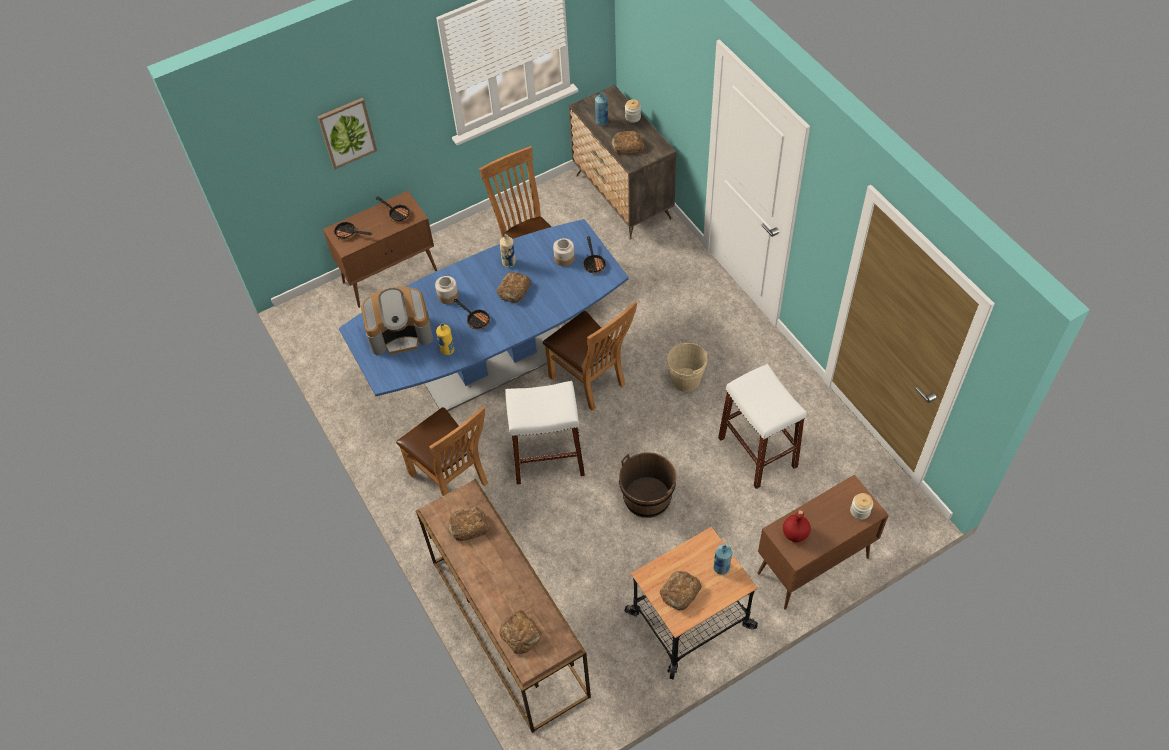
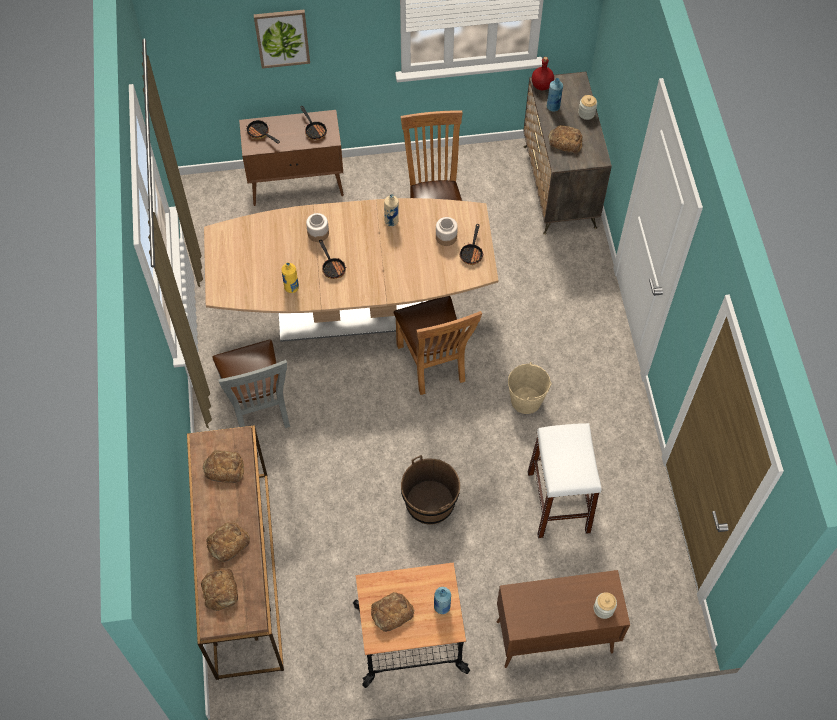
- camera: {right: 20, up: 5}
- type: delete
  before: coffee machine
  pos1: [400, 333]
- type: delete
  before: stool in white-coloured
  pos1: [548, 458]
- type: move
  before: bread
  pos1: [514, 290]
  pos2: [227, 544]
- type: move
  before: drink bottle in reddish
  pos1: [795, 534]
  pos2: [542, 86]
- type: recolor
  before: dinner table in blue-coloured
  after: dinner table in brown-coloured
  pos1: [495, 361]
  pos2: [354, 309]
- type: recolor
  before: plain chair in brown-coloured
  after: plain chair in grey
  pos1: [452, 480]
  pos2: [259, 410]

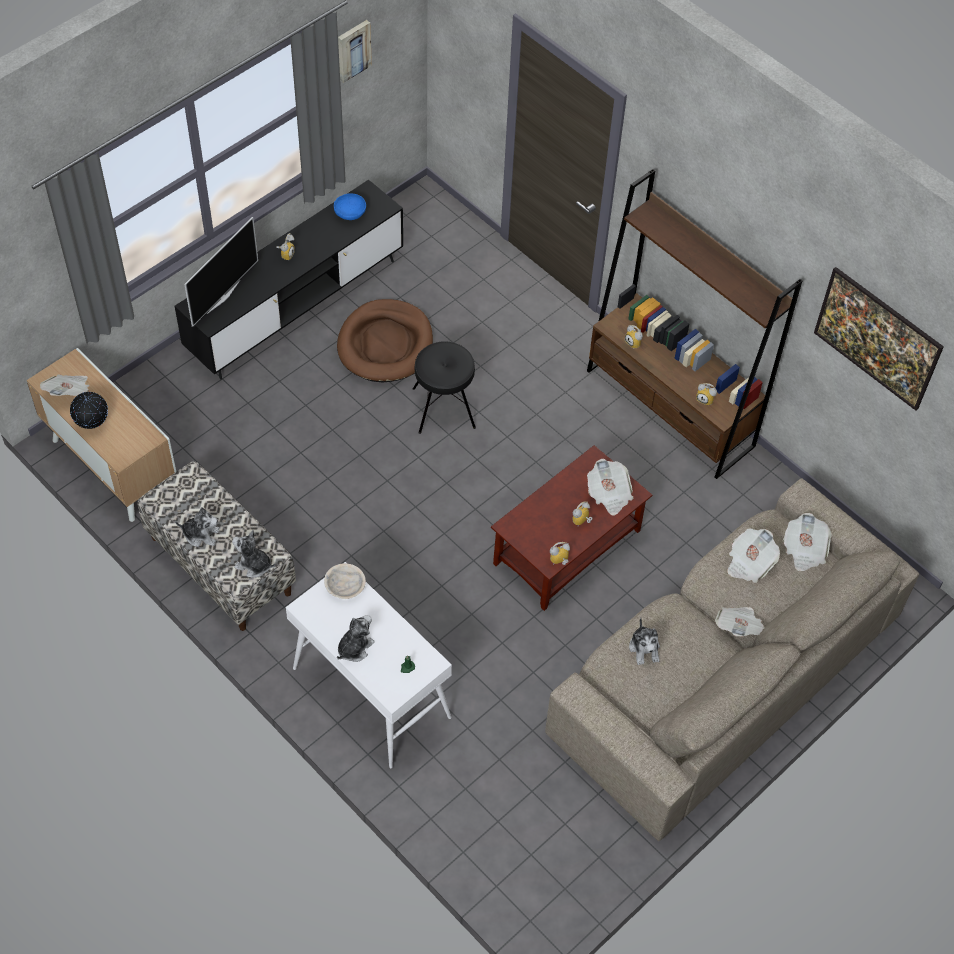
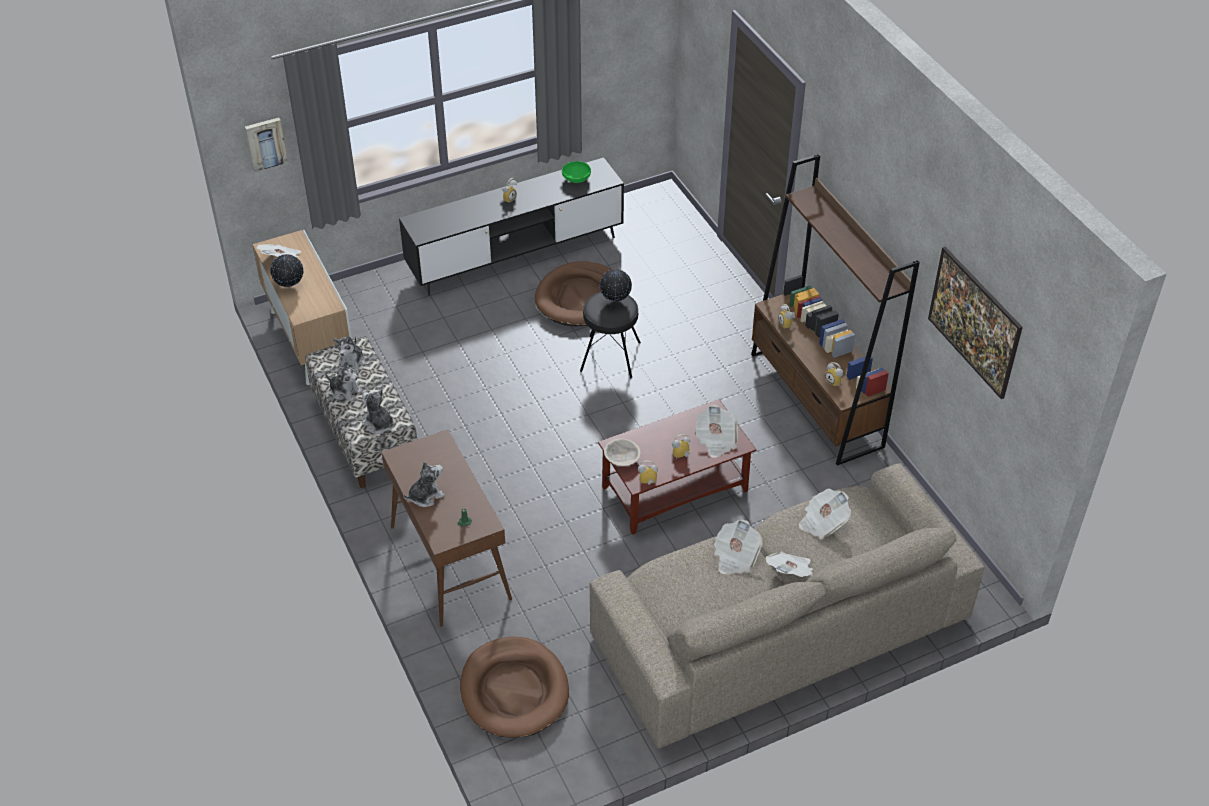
- camera: {right: 20, up: -10}
- type: delete
  before: TV set
  pos1: [222, 296]
- type: insert
  after: dog cushion in brown-coloured
  pos2: [514, 690]
- type: insert
  after: desk globe
  pos2: [615, 300]
- type: move
  before: serving bowl in beige-coloured
  pos1: [345, 586]
  pos2: [621, 459]
- type: move
  before: wall art
  pos1: [353, 50]
  pos2: [265, 143]
- type: move
  before: cuddly toy
  pos1: [644, 648]
  pos2: [352, 363]
- type: move
  before: printed paper
  pos1: [804, 550]
  pos2: [735, 557]
- type: recolor
  before: narrow table in white-coloured
  after: narrow table in brown-coloured
  pos1: [370, 693]
  pos2: [449, 562]
- type: recolor
  before: serving bowl in blue-coloured
  after: serving bowl in greenish
  pos1: [350, 214]
  pos2: [576, 179]

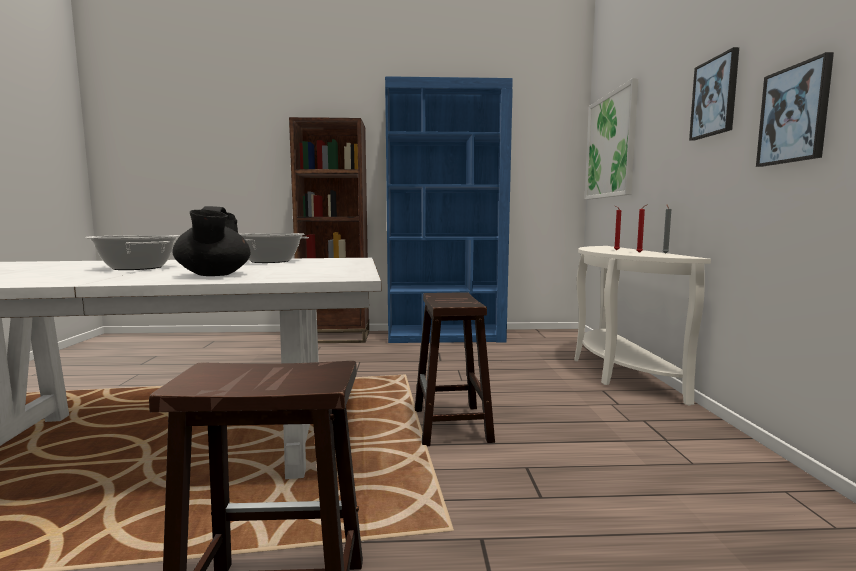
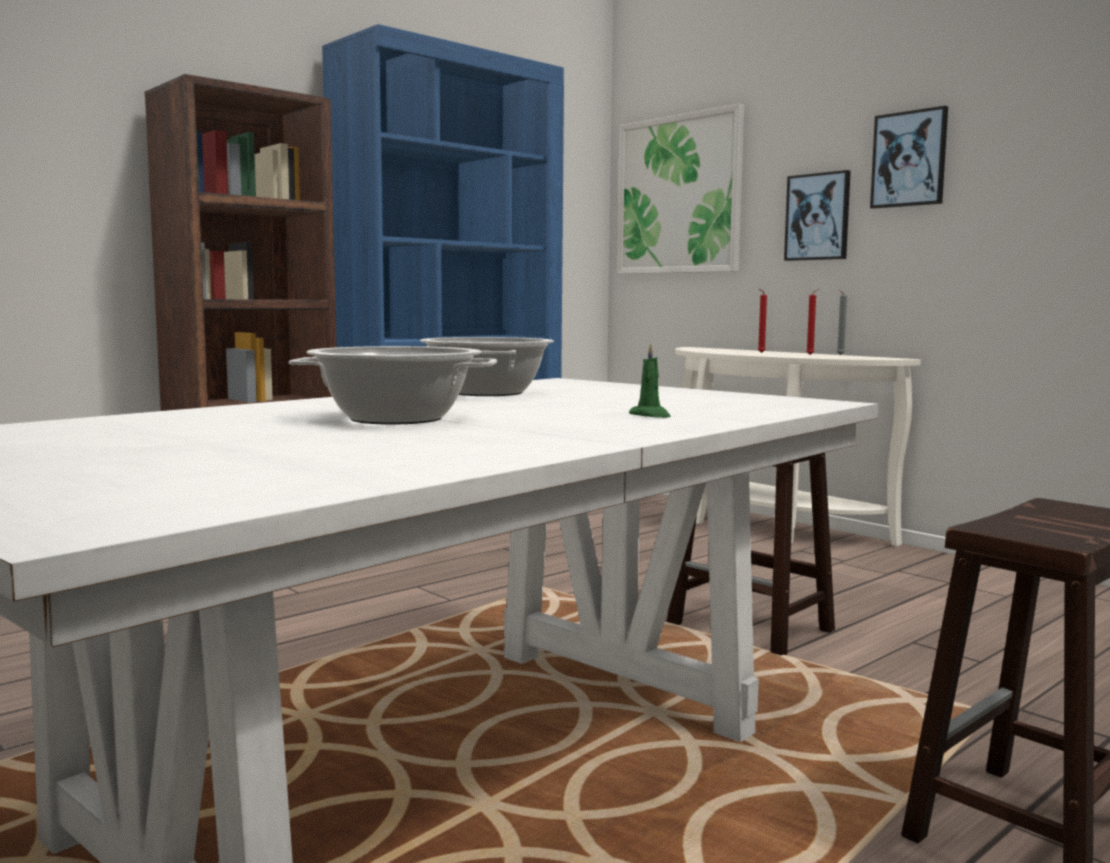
- camera: {right: -40, up: 0}
- type: move
  before: wall art
  pos1: [794, 114]
  pos2: [818, 217]
- type: replace
  before: teapot in black
  after: wax candle in greenish
  pos1: [214, 275]
  pos2: [650, 415]

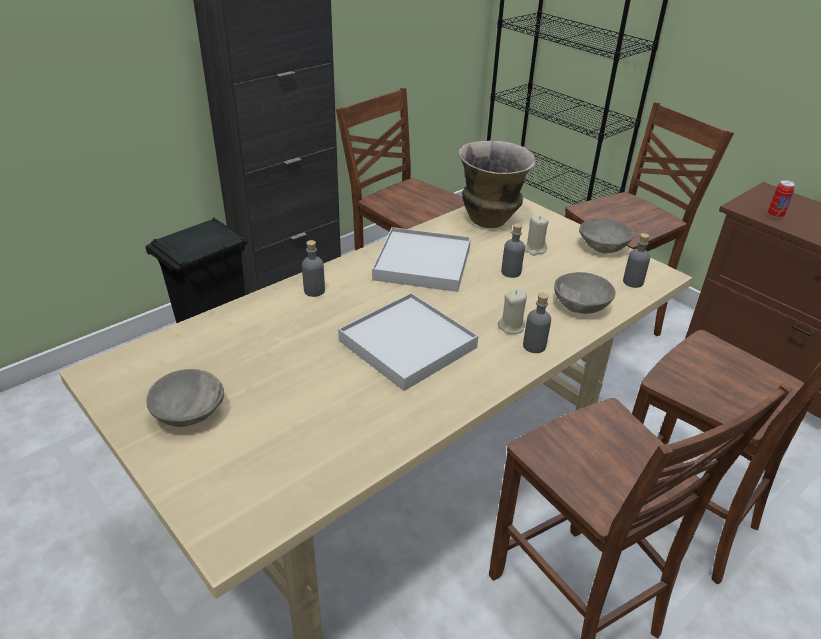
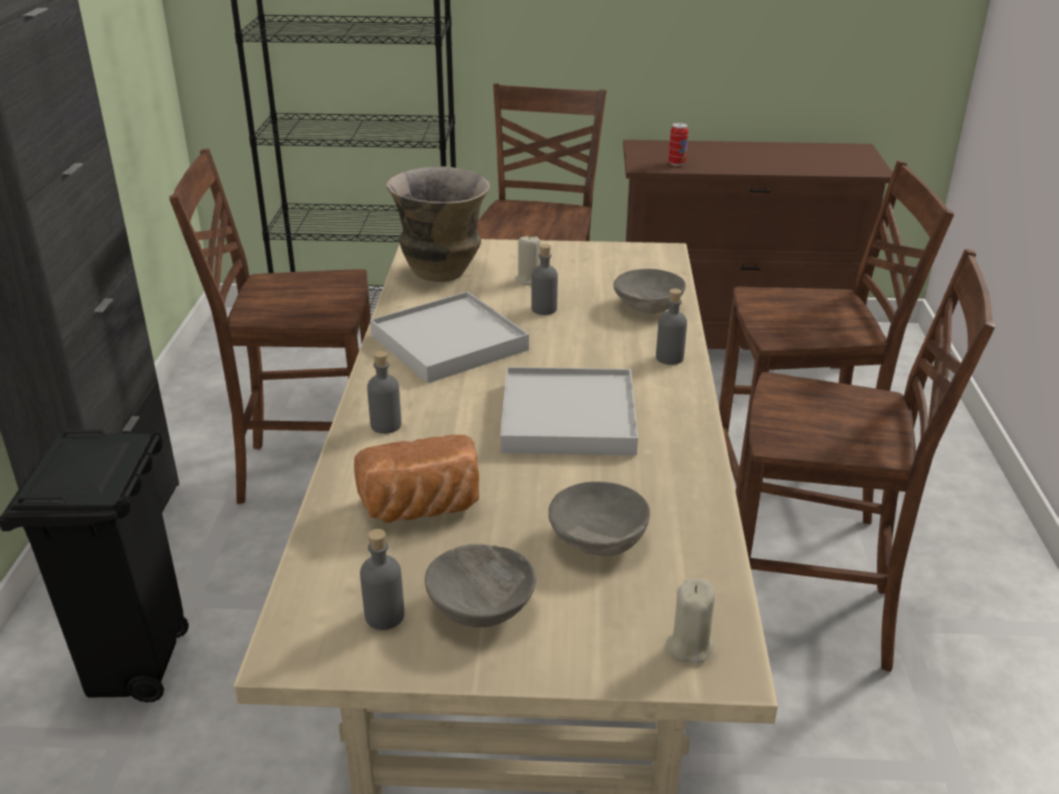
- camera: {right: -45, up: -5}
- type: insert
  after: bread
  pos2: [422, 509]
- type: move
  before: wax candle in beige-coloured
  pos1: [511, 327]
  pos2: [689, 646]
- type: move
  before: serving bowl in grey
  pos1: [603, 247]
  pos2: [599, 540]
- type: move
  before: drink bottle in grey
  pos1: [633, 282]
  pos2: [384, 616]

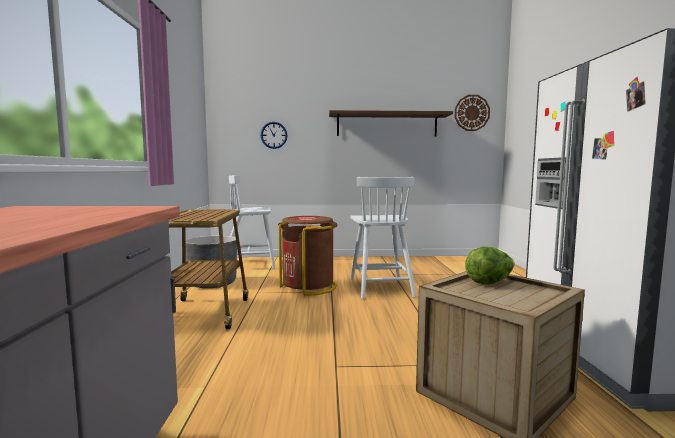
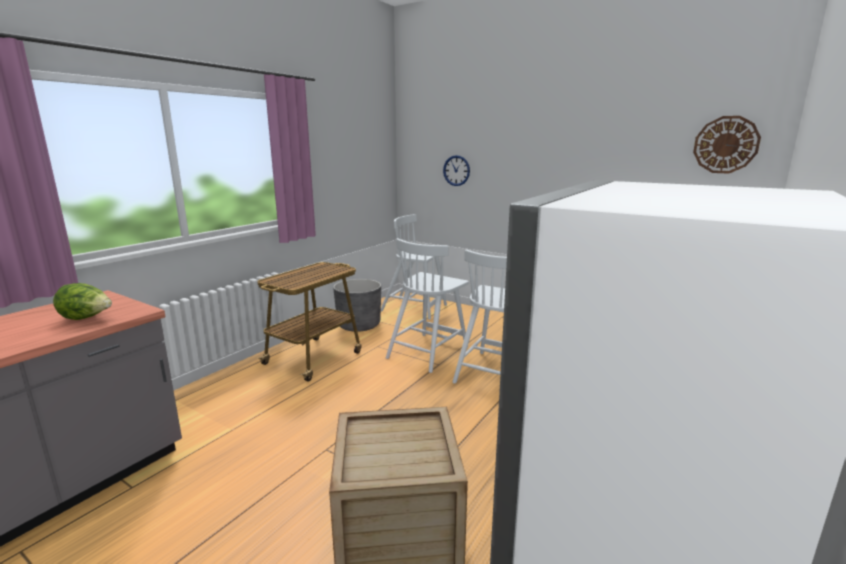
- camera: {right: 35, up: 10}
- type: delete
  before: shelf
  pos1: [387, 125]
- type: move
  before: lettuce head
  pos1: [489, 282]
  pos2: [87, 318]
- type: replace
  before: trash can in brown-coloured
  after: plain chair in white-coloured
  pos1: [309, 286]
  pos2: [428, 351]

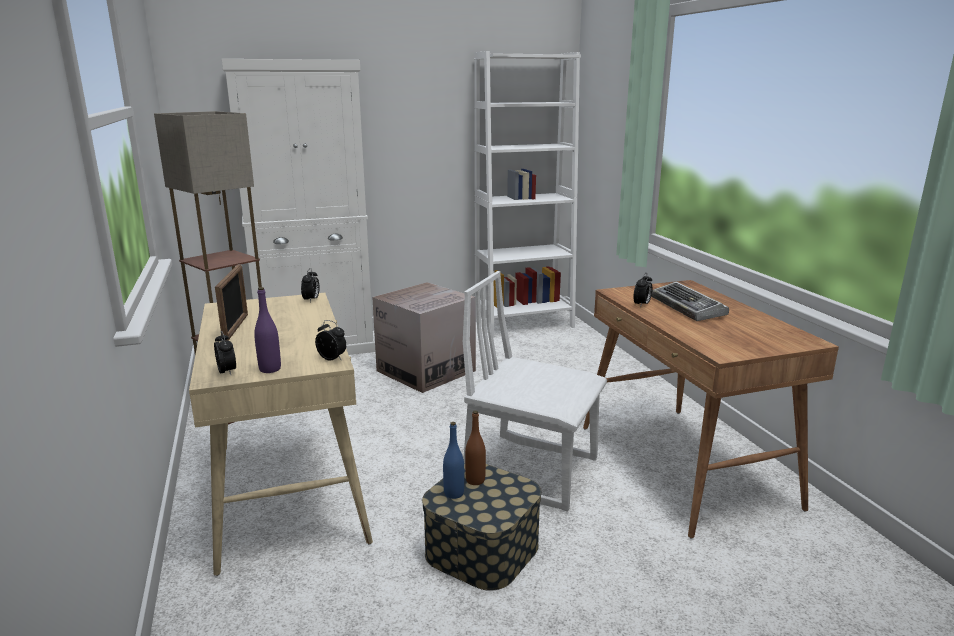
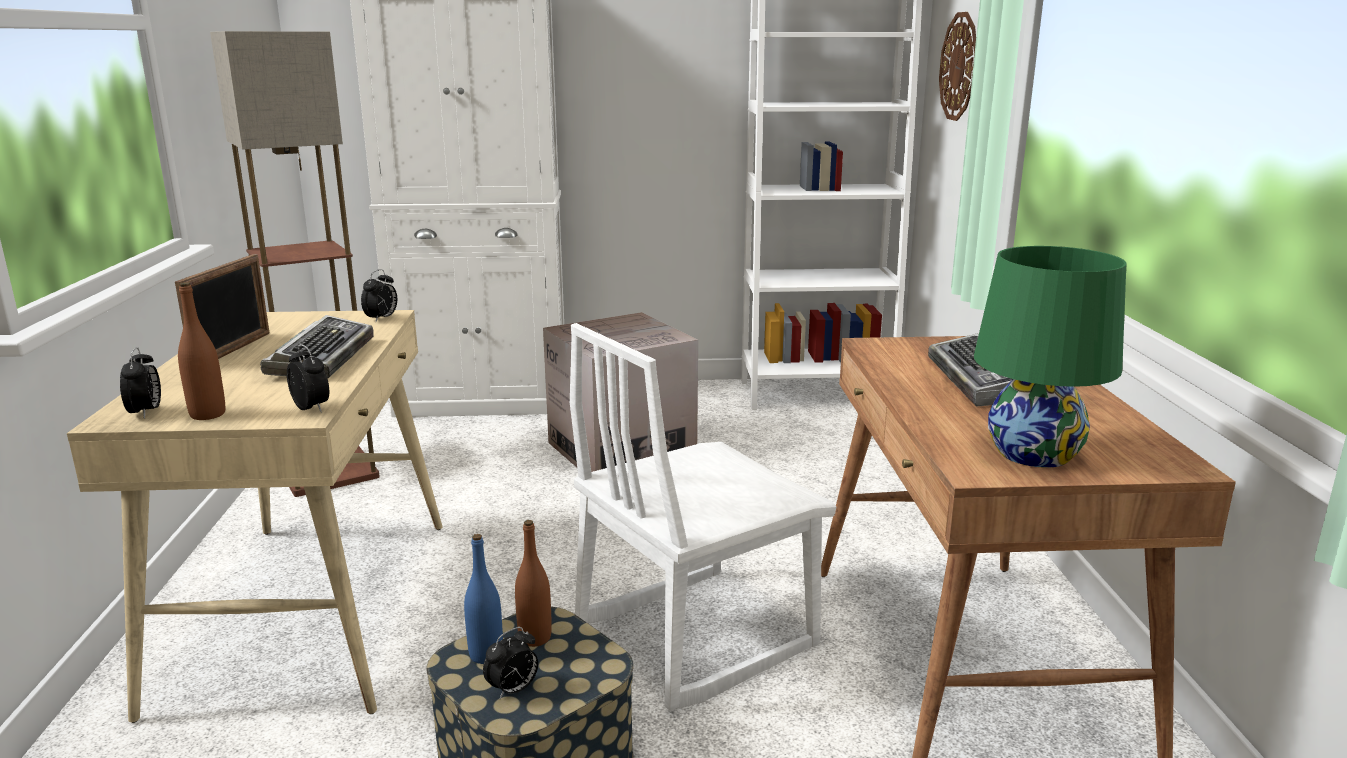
- camera: {right: 15, up: 0}
- type: insert
  after: PC keyboard
  pos2: [322, 358]
- type: insert
  after: wall clock
  pos2: [959, 66]
- type: insert
  after: tabletop lamp in greenish
  pos2: [1034, 453]
- type: move
  before: bedside clock
  pos1: [642, 305]
  pos2: [513, 690]
- type: recolor
  before: drink bottle in purple
  after: drink bottle in brown-coloured
  pos1: [270, 369]
  pos2: [208, 414]
- type: rotate
  before: plain chair in white-coloured
  pos1: [532, 471]
  pos2: [694, 634]
  turn: -75

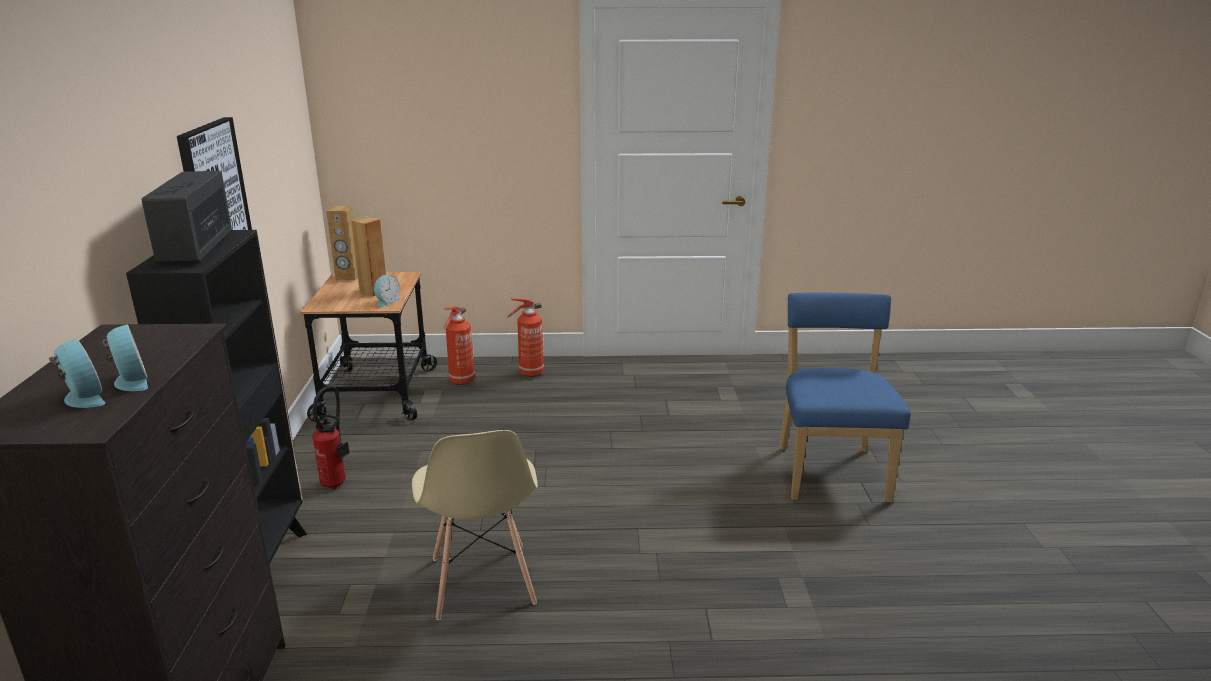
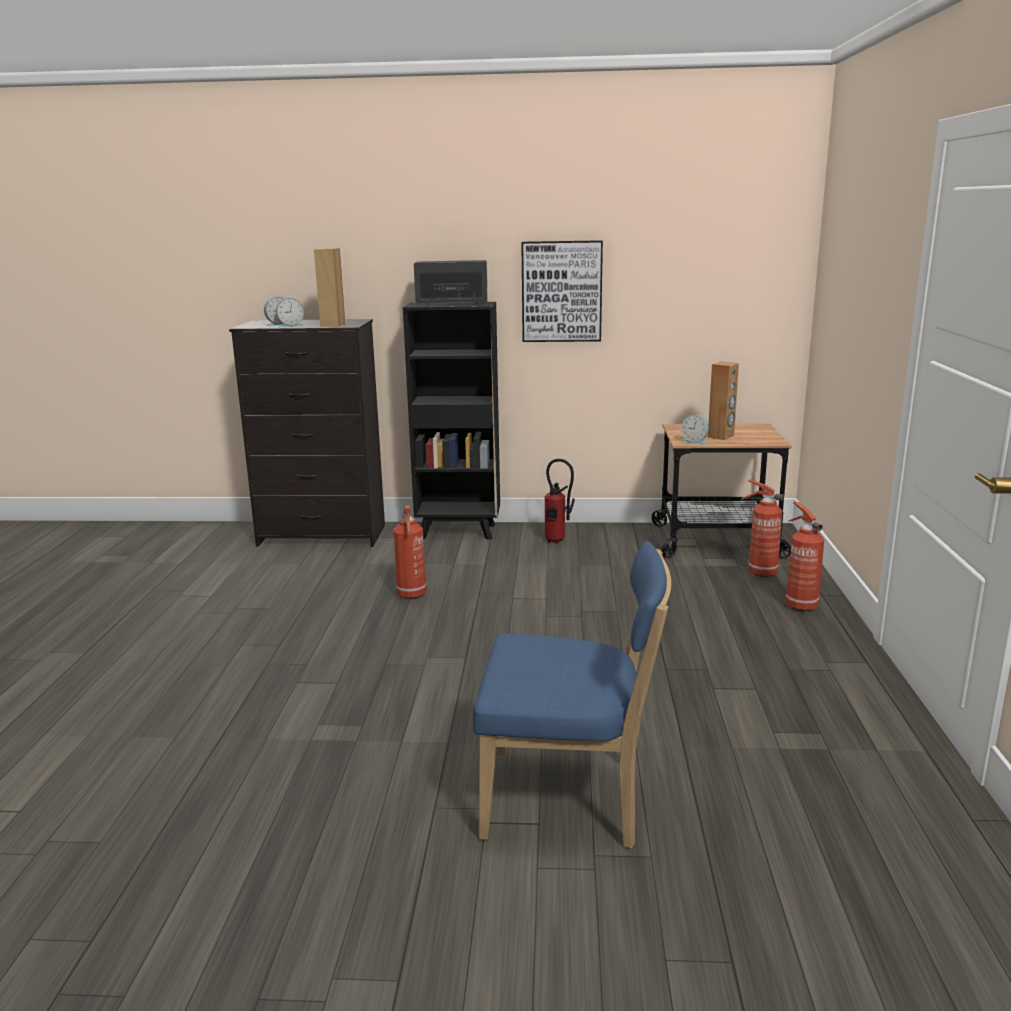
- camera: {right: 95, up: -5}
- type: move
  before: loudspeaker in brown-coloured
  pos1: [348, 277]
  pos2: [332, 325]
- type: replace
  before: plain chair in beige-coloured
  after: fire-fighting cylinder
  pos1: [482, 582]
  pos2: [411, 595]

